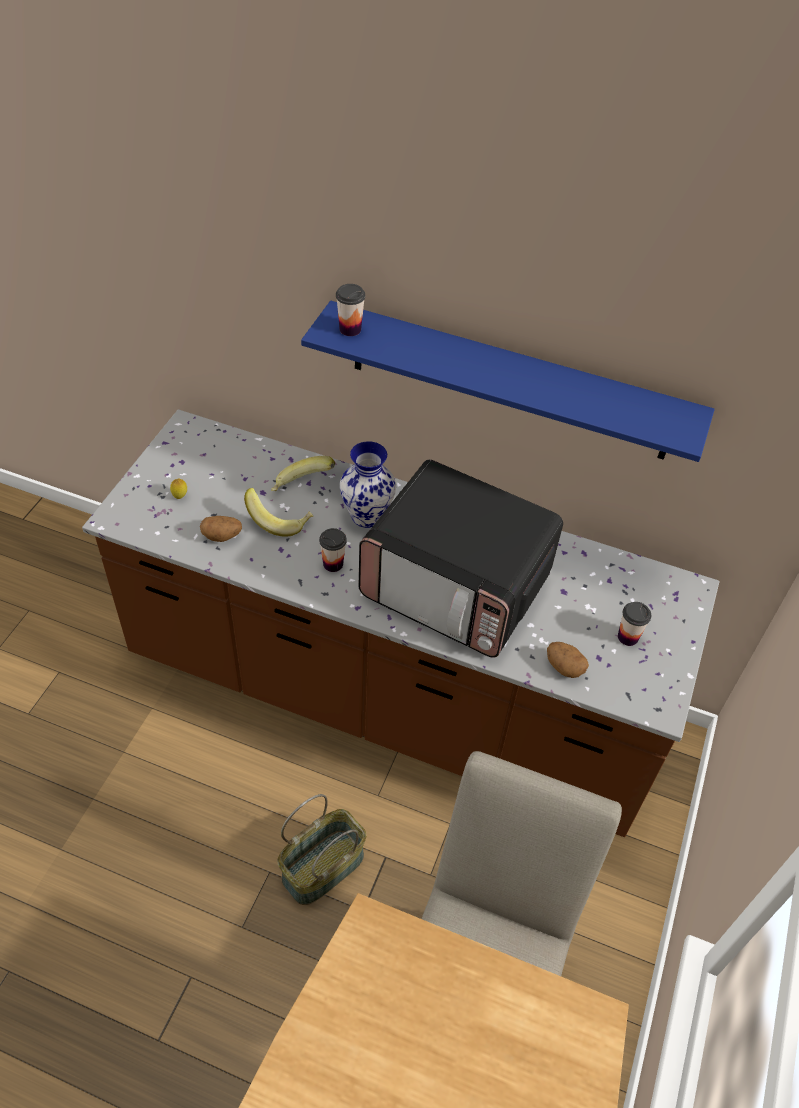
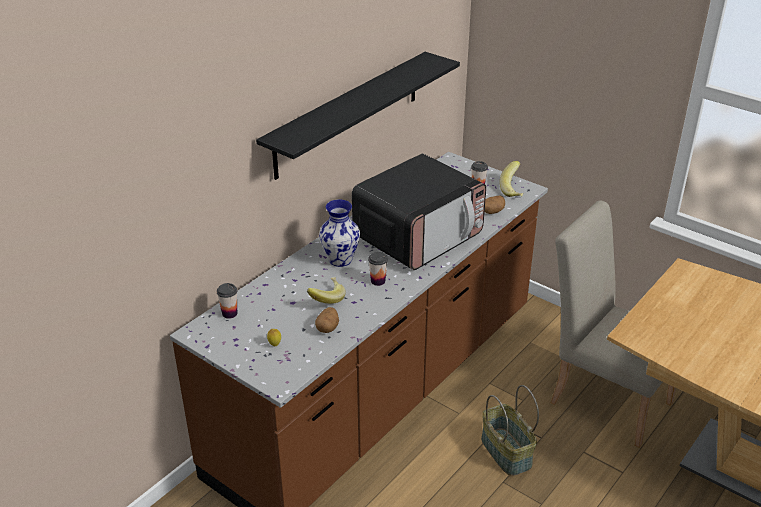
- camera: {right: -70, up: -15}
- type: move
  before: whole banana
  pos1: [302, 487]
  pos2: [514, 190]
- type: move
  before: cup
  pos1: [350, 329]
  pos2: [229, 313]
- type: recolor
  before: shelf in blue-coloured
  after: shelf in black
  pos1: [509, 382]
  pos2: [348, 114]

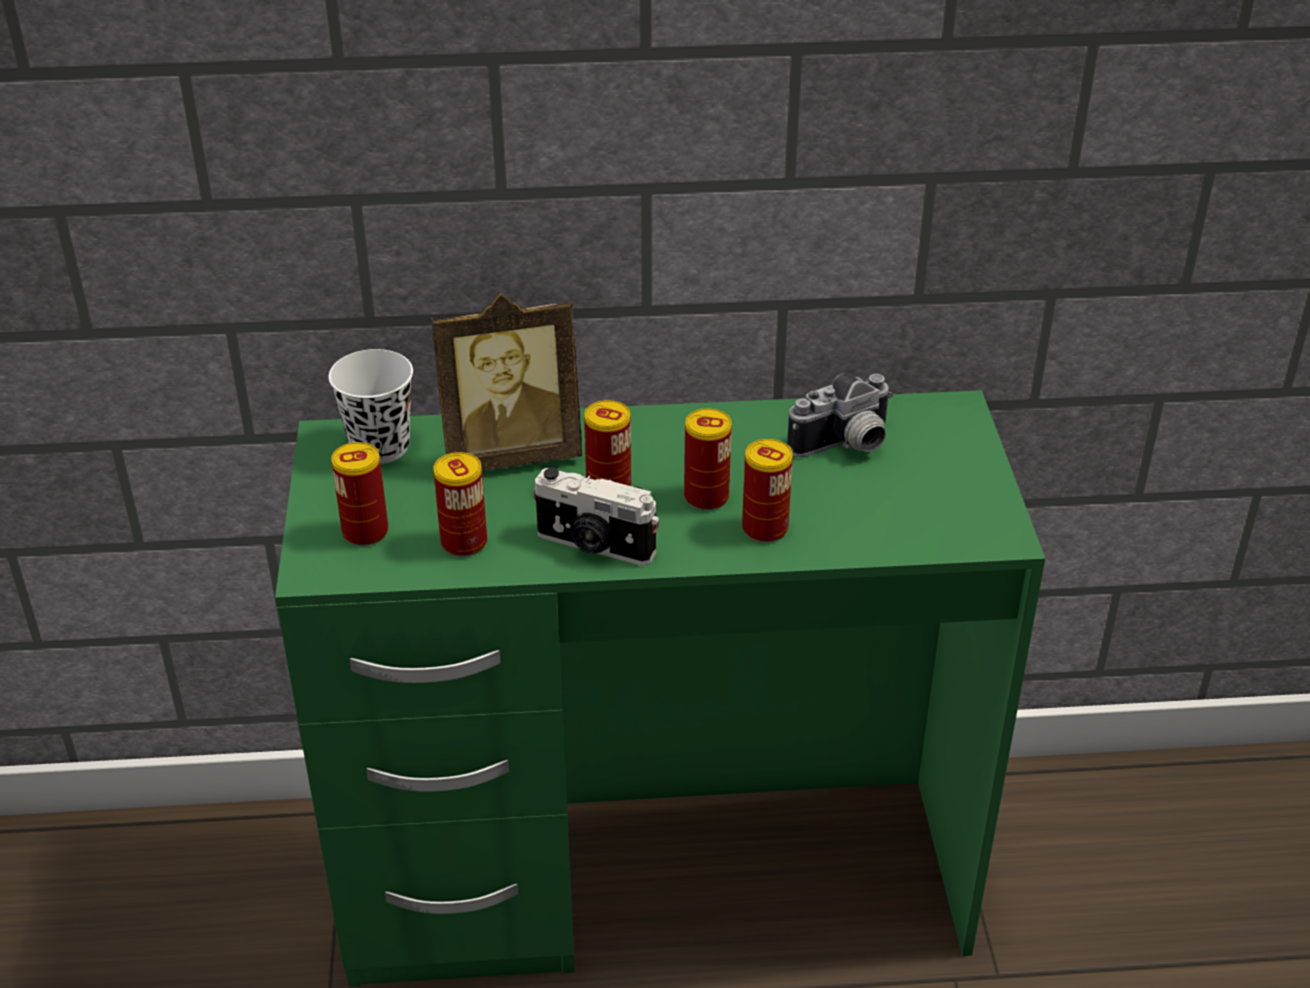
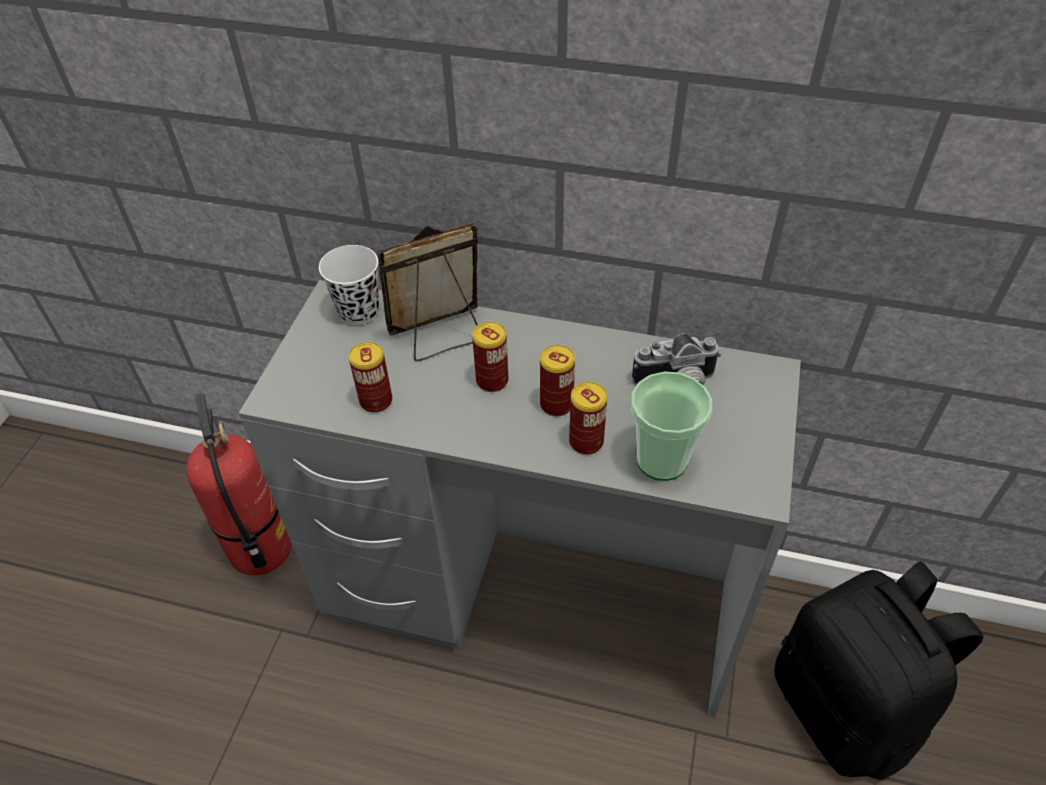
- camera: {right: 20, up: 10}
- type: delete
  before: metal can
  pos1: [365, 532]
- type: delete
  before: still camera
  pos1: [594, 546]
- type: insert
  after: fire-fighting cylinder
  pos2: [260, 549]
- type: insert
  after: cup
  pos2: [661, 460]
- type: insert
  after: knapsack in black
  pos2: [845, 709]
- type: recolor
  before: desk unit in greenish
  after: desk unit in grey
  pos1: [655, 878]
  pos2: [531, 599]
- type: rotate
  before: photo frame
  pos1: [511, 453]
  pos2: [440, 336]
  turn: 150

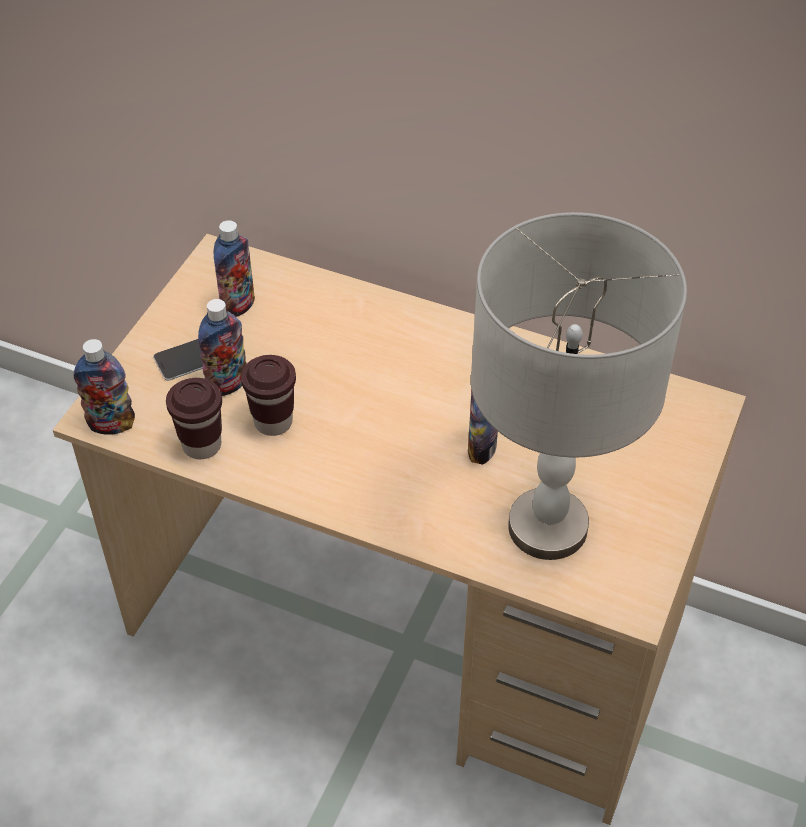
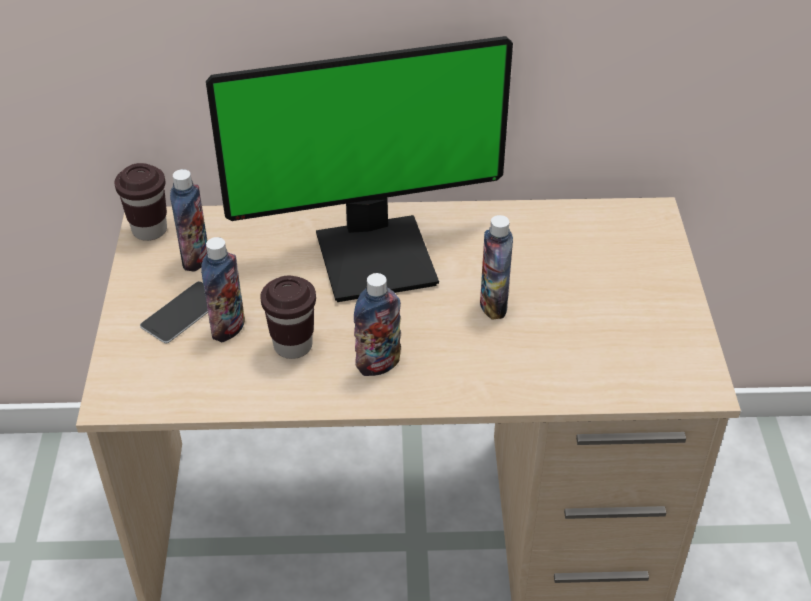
- camera: {right: -25, up: -5}
- type: delete
  before: tabletop lamp in grey
  pos1: [547, 528]
- type: insert
  after: monitor
  pos2: [376, 255]
- type: move
  before: drink bottle
  pos1: [111, 424]
  pos2: [378, 364]
- type: move
  before: cup in brown-coloured
  pos1: [202, 445]
  pos2: [149, 230]

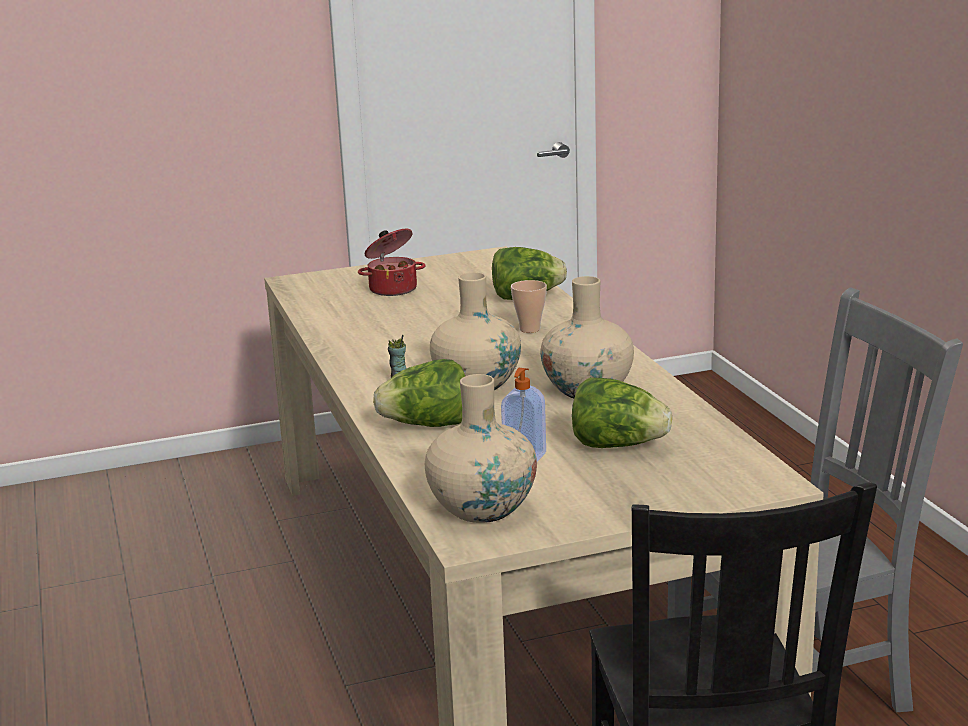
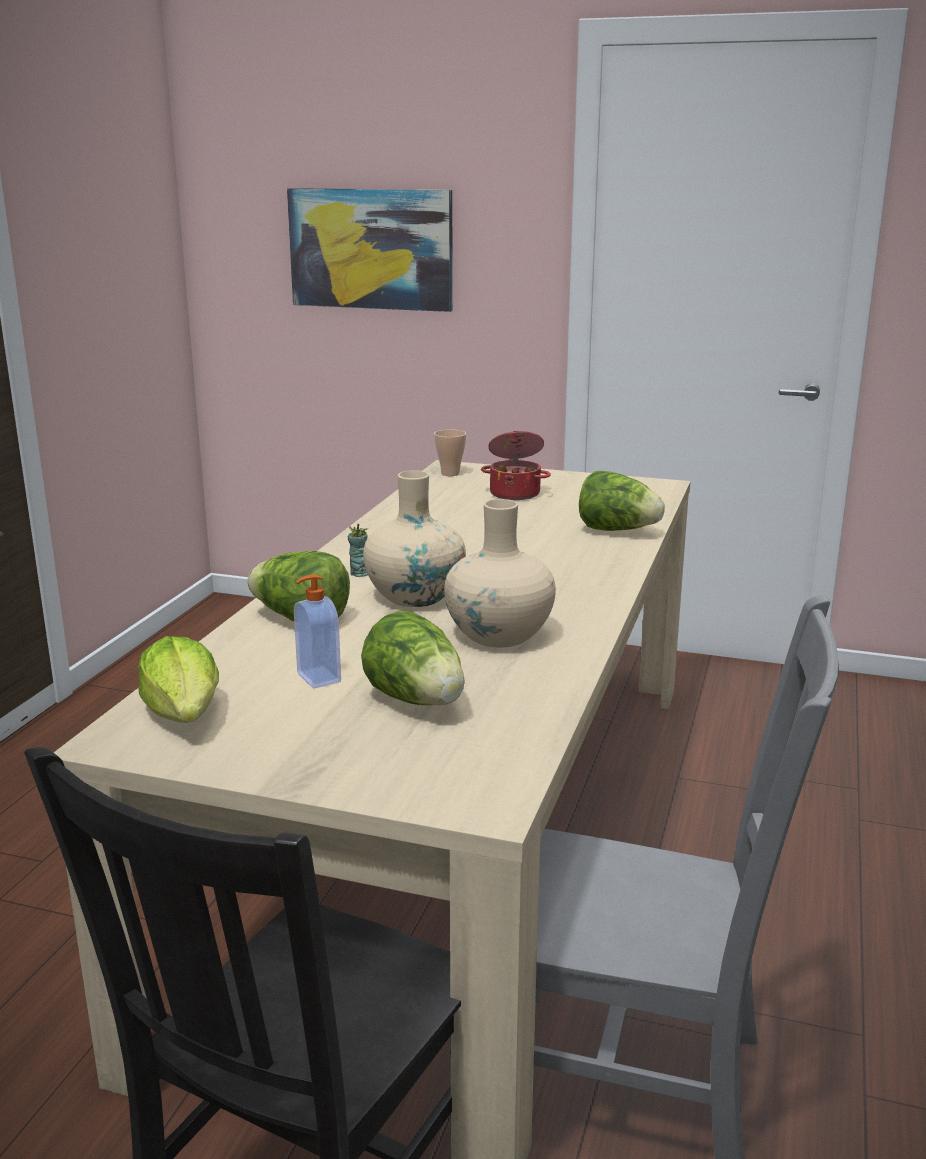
- camera: {right: 35, up: 0}
- type: insert
  after: wall art
  pos2: [371, 249]
- type: move
  before: cup
  pos1: [529, 329]
  pos2: [450, 473]
- type: replace
  before: vase in beige-coloured
  after: lettuce head
  pos1: [482, 508]
  pos2: [185, 714]

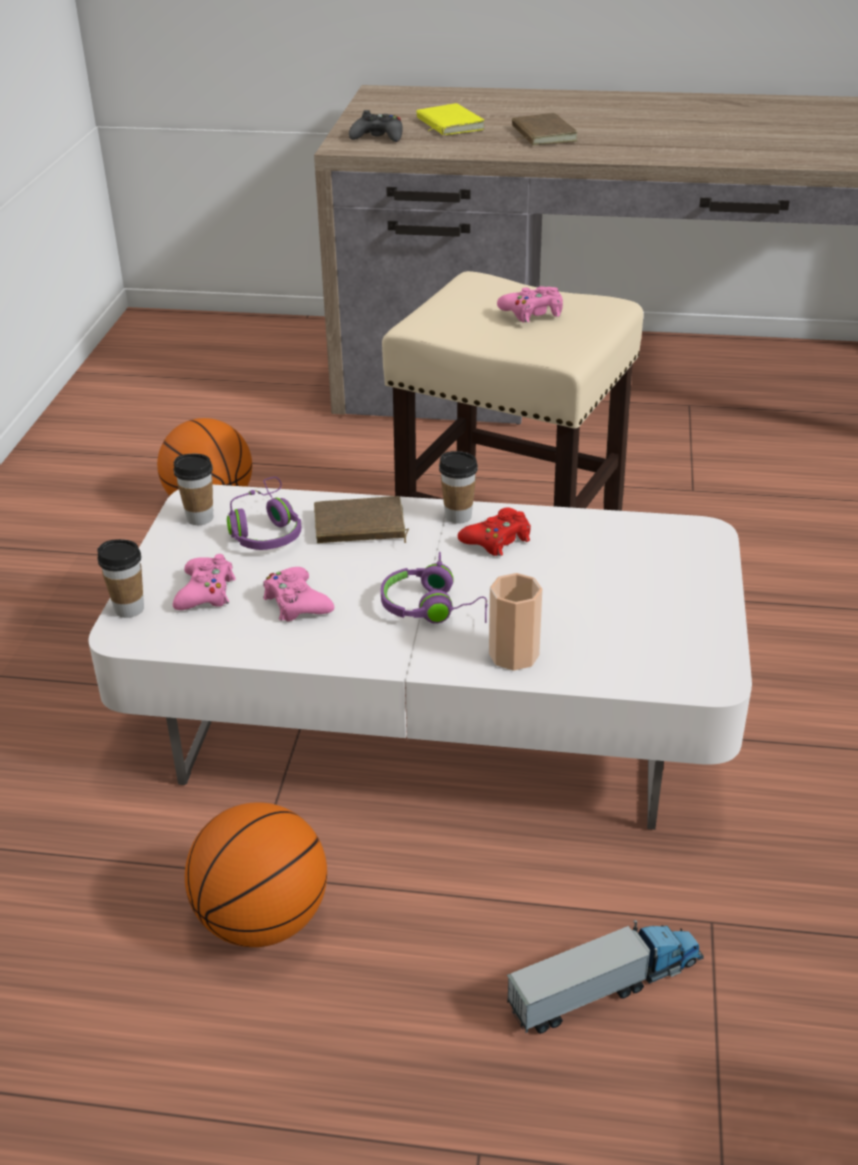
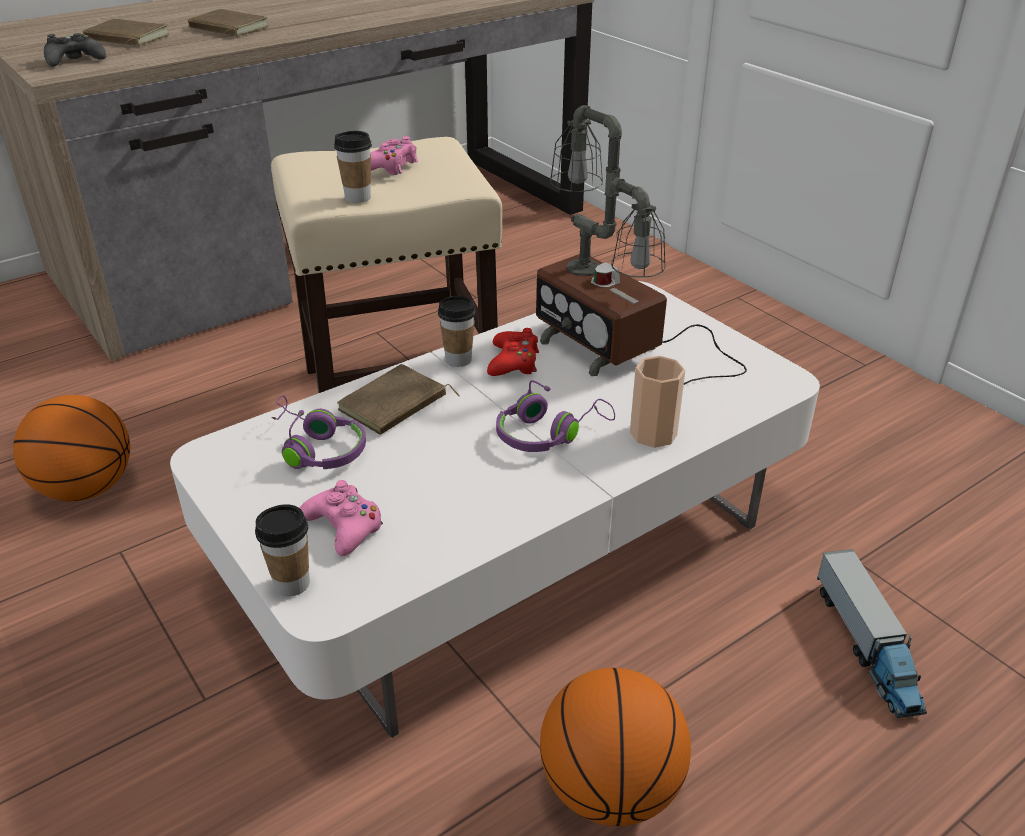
- camera: {right: -45, up: 0}
- type: delete
  before: game controller in pinkish
  pos1: [296, 603]
- type: insert
  after: tabletop lamp
  pos2: [619, 349]
- type: move
  before: cup
  pos1: [200, 518]
  pos2: [358, 197]
- type: recolor
  before: book in yellow-coloured
  after: book in brown-coloured
  pos1: [447, 125]
  pos2: [125, 38]
- type: rotate
  before: toy lorry
  pos1: [606, 986]
  pos2: [866, 646]
  turn: 150

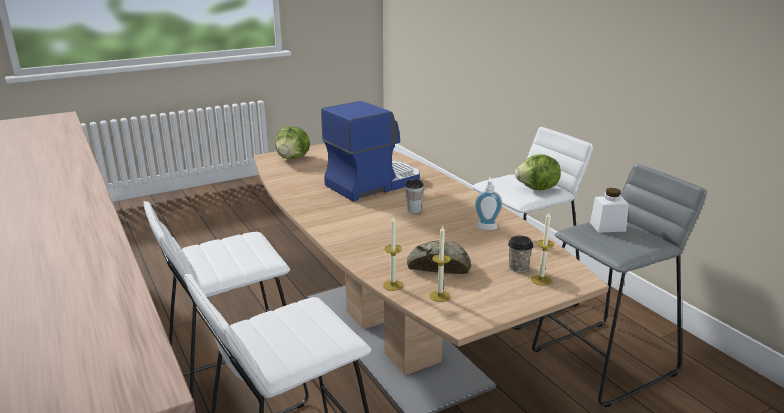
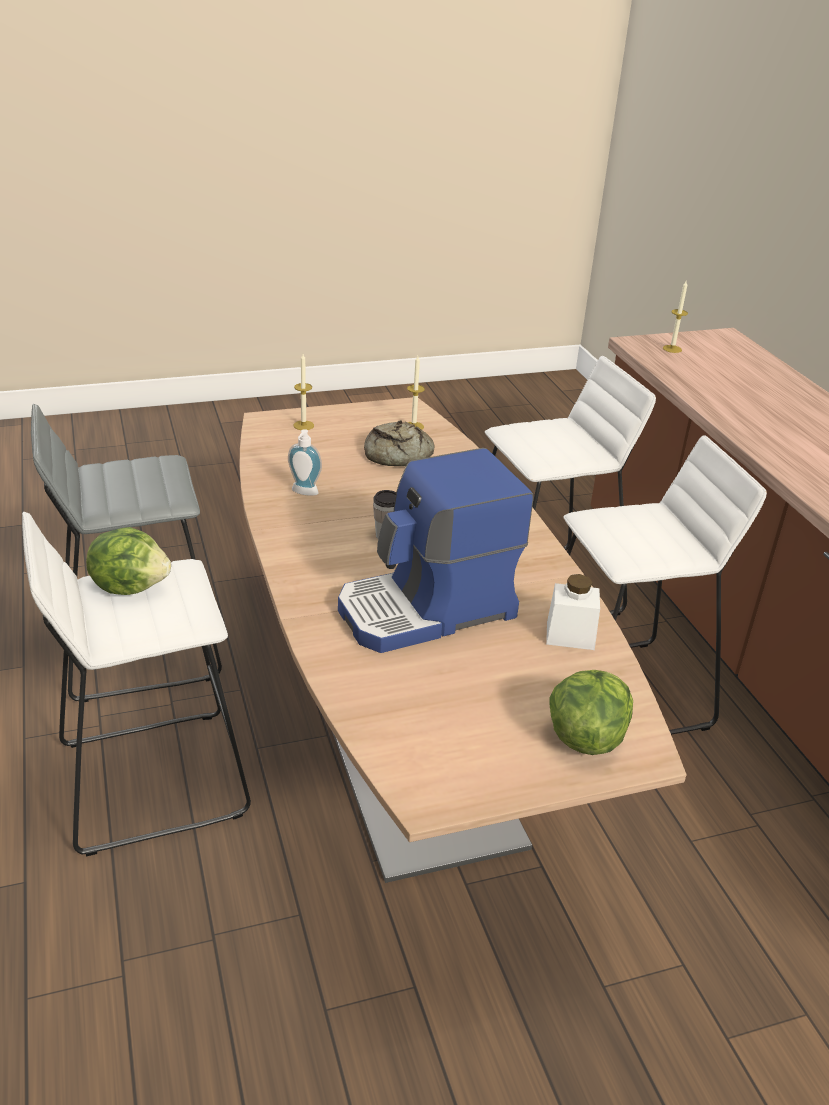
- camera: {right: -170, up: 10}
- type: delete
  before: cup
  pos1: [518, 268]
- type: move
  before: wax candle
  pos1: [393, 285]
  pos2: [672, 349]
- type: move
  before: storage jar in white-coloured
  pos1: [607, 227]
  pos2: [570, 635]

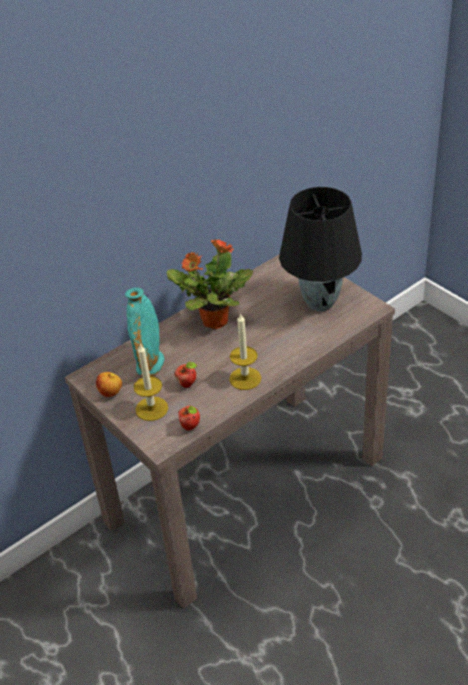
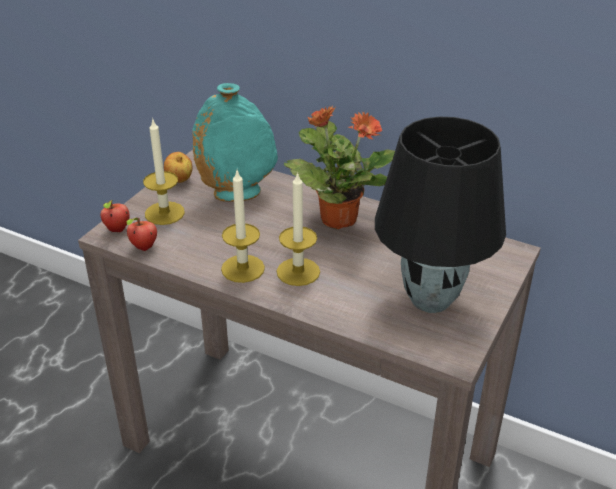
- camera: {right: 65, up: -5}
- type: insert
  after: wax candle
  pos2: [298, 272]
- type: move
  before: apple fruit
  pos1: [188, 384]
  pos2: [117, 230]

